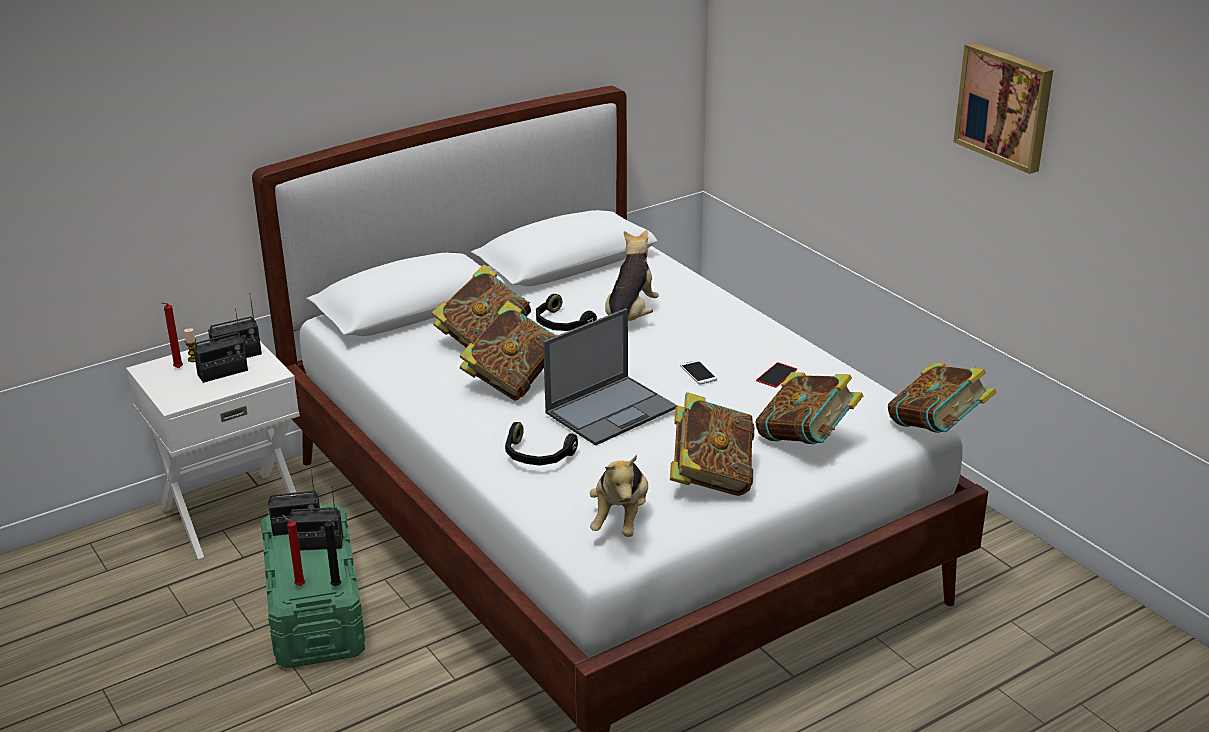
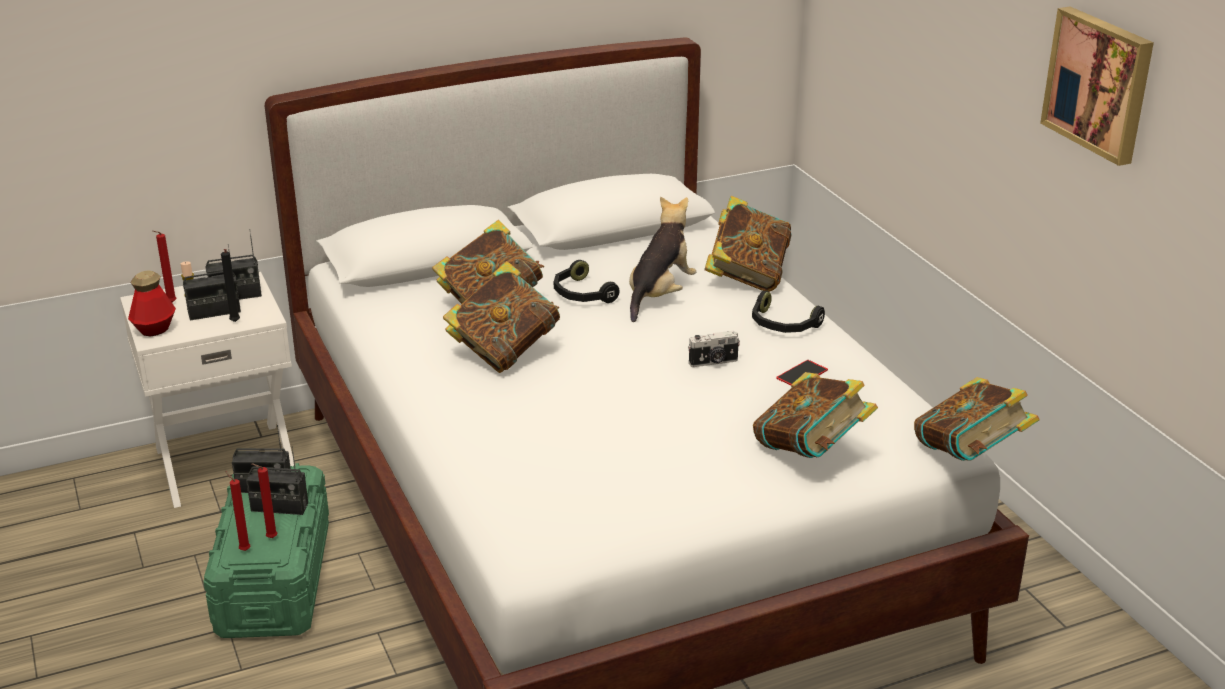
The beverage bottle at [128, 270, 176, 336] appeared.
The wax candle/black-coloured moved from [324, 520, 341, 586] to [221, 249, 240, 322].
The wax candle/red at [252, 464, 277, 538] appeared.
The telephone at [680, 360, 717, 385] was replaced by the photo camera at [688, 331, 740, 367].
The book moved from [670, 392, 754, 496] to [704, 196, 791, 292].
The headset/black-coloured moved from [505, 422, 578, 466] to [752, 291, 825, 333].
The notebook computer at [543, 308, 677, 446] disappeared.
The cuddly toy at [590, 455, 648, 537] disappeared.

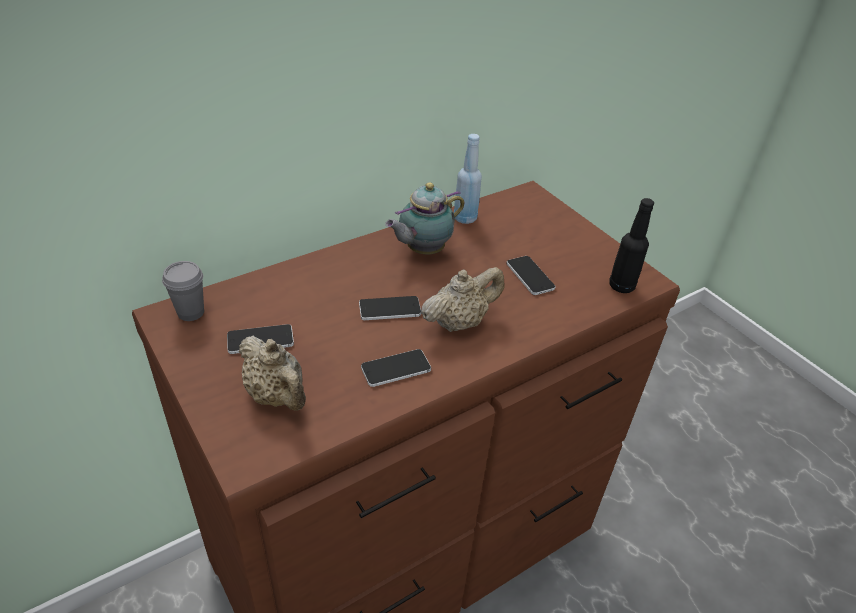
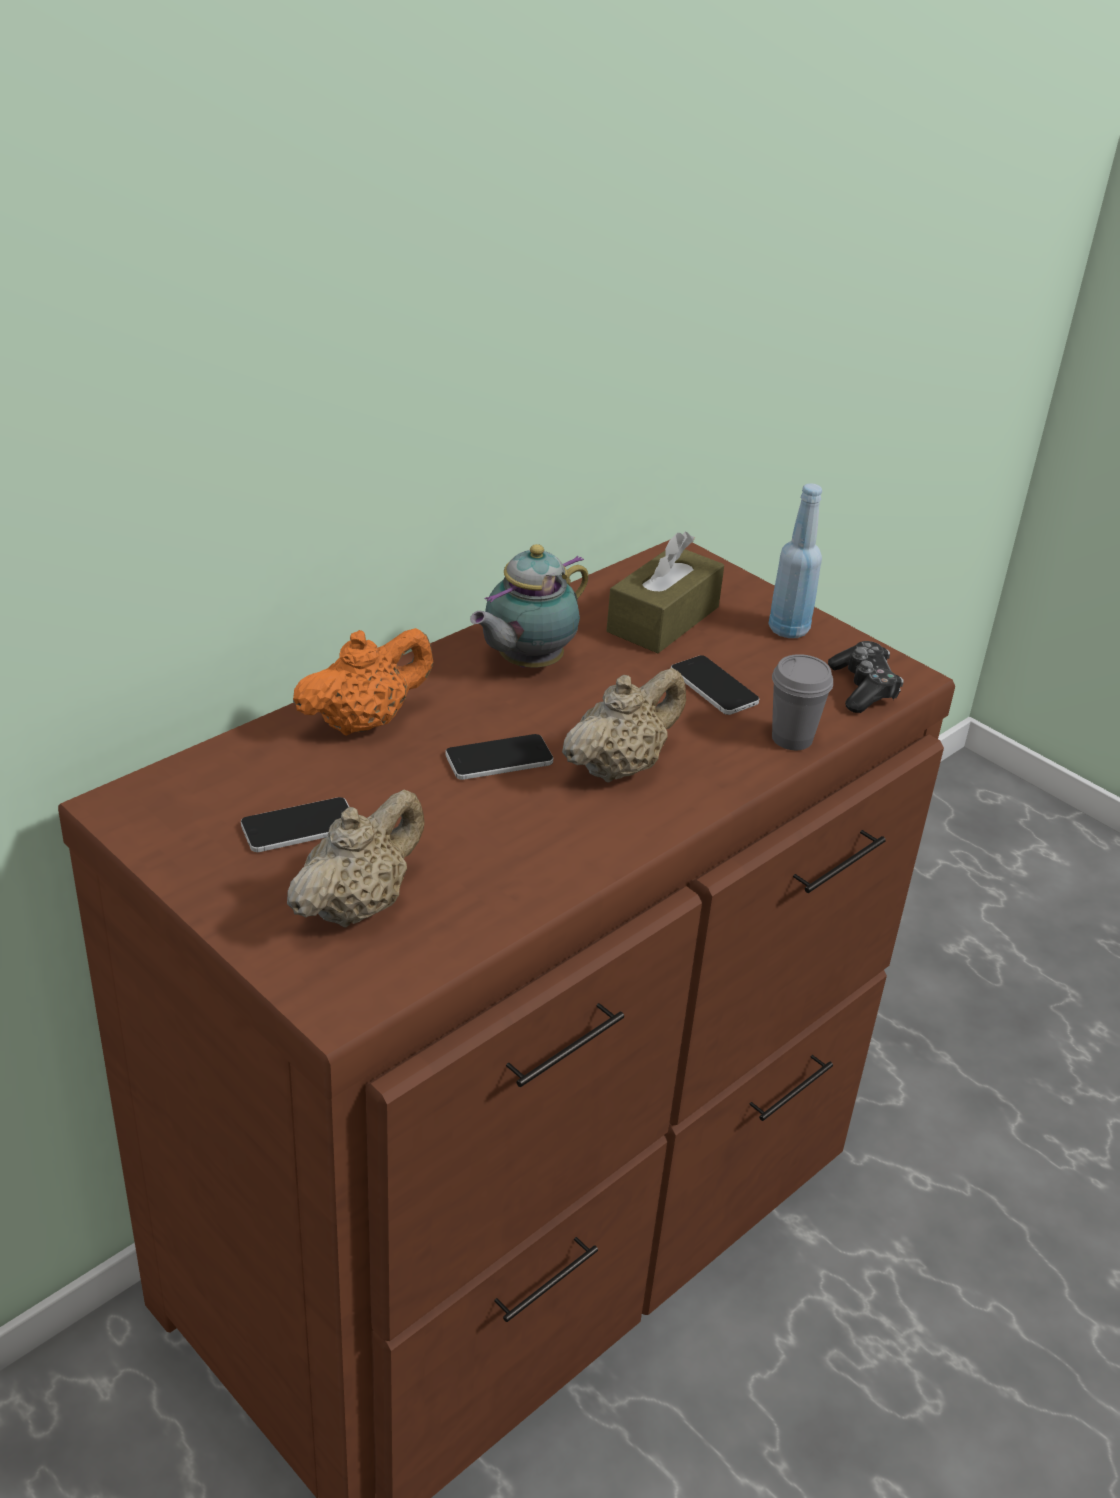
The teapot/beige at [238, 336, 306, 411] turned 90 degrees counterclockwise.
The teapot/orange-coloured at [293, 628, 433, 736] appeared.
The tissue holder/brown-coloured at [607, 532, 724, 653] appeared.
The beverage bottle/bluish moved from [454, 134, 482, 224] to [768, 483, 822, 638].
The small cup/greyish moved from [162, 261, 204, 321] to [772, 654, 833, 750].
The beverage bottle/black-coloured at [609, 198, 654, 293] was replaced by the gamepad at [828, 641, 903, 713].
The telephone at [361, 349, 431, 387] disappeared.

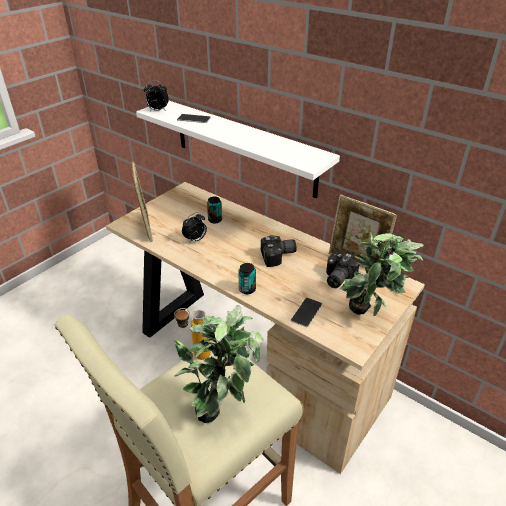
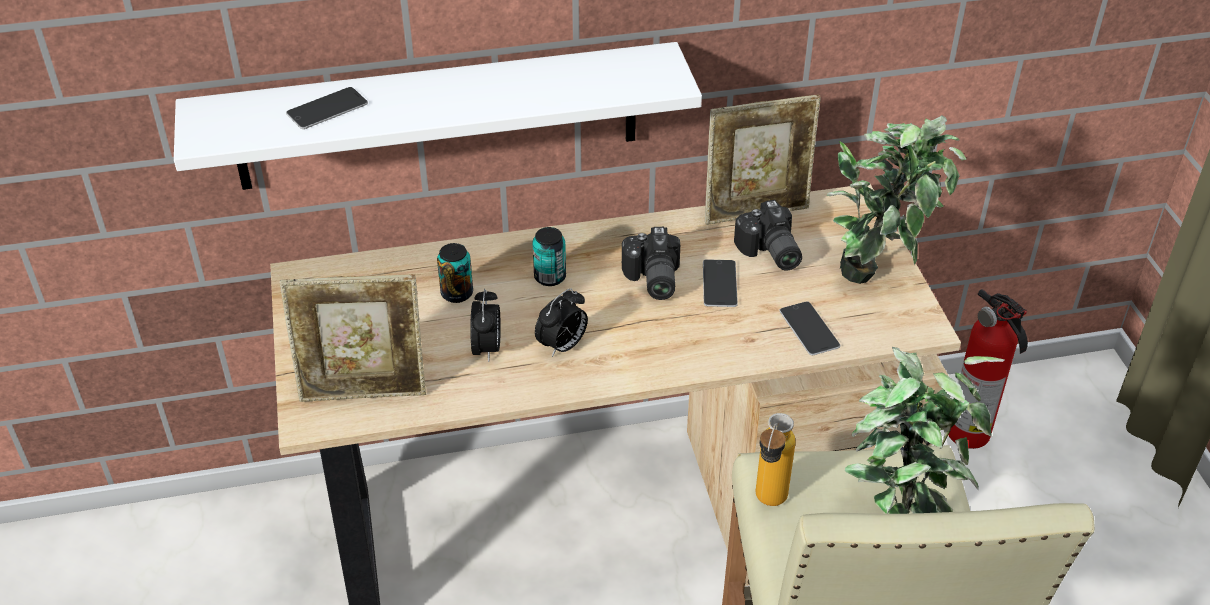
The photo frame at [132, 162, 153, 242] turned 150 degrees clockwise.
The can moved from [238, 263, 256, 294] to [532, 227, 566, 286].
The table clock moved from [143, 80, 169, 111] to [535, 288, 588, 357].
The photo camera at [261, 236, 297, 267] turned 150 degrees clockwise.
The telephone at [703, 259, 738, 307] appeared.
The extinguisher at [948, 289, 1028, 449] appeared.

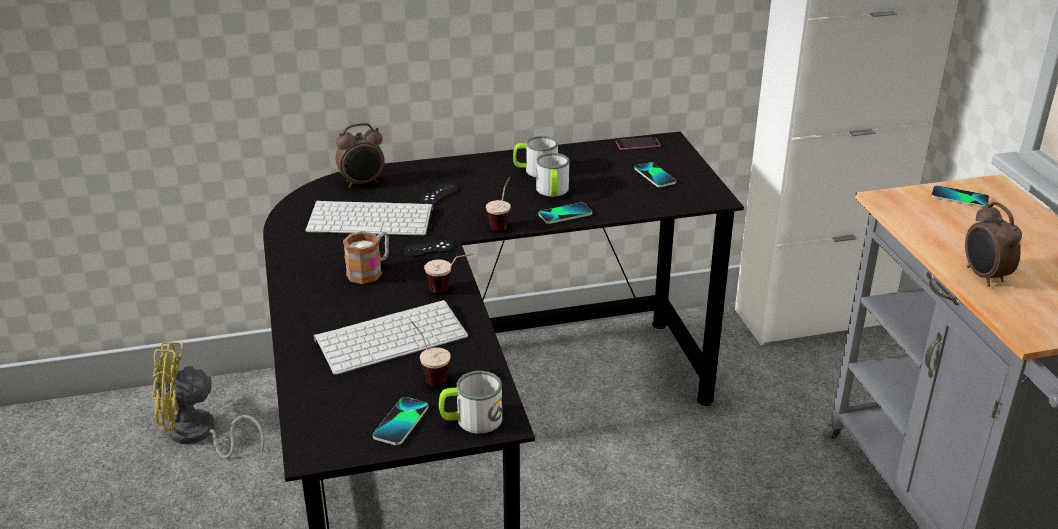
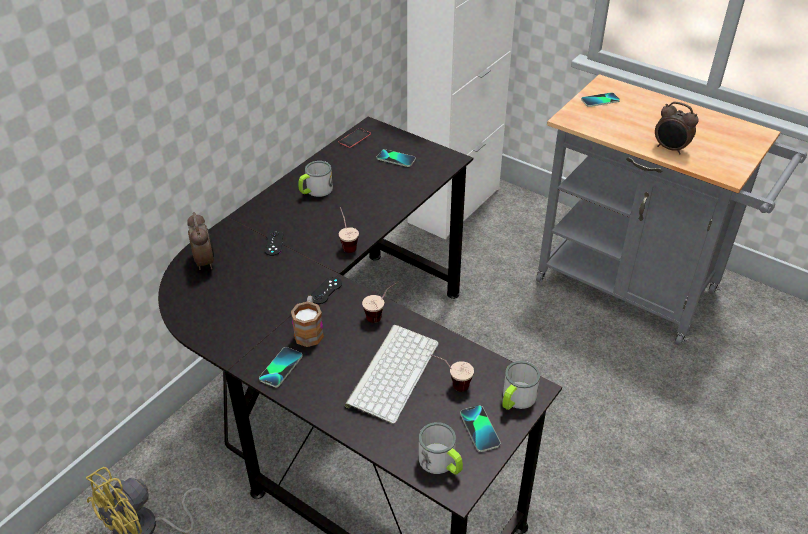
The table clock at [336, 123, 385, 188] turned 45 degrees counterclockwise.
The telephone moved from [539, 202, 592, 224] to [259, 347, 302, 388].
The coffee mug moved from [536, 153, 569, 197] to [419, 422, 463, 475].
The keyboard at [305, 200, 433, 235] disappeared.

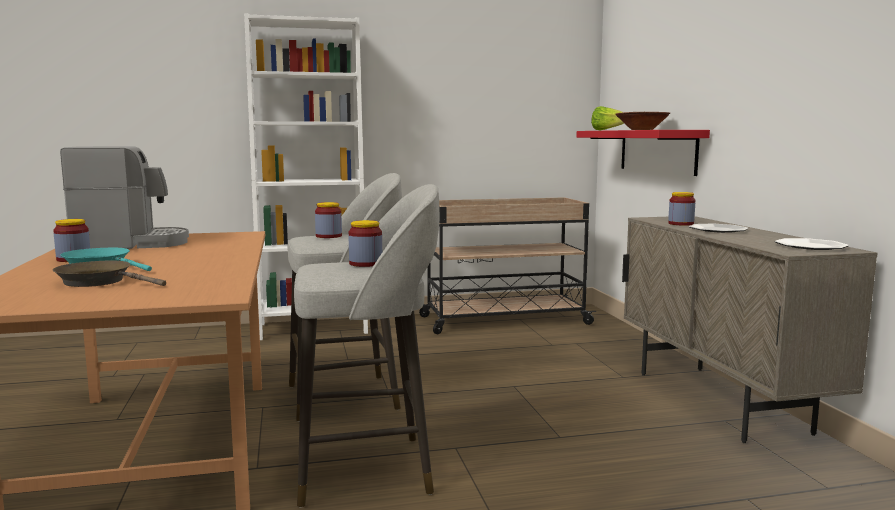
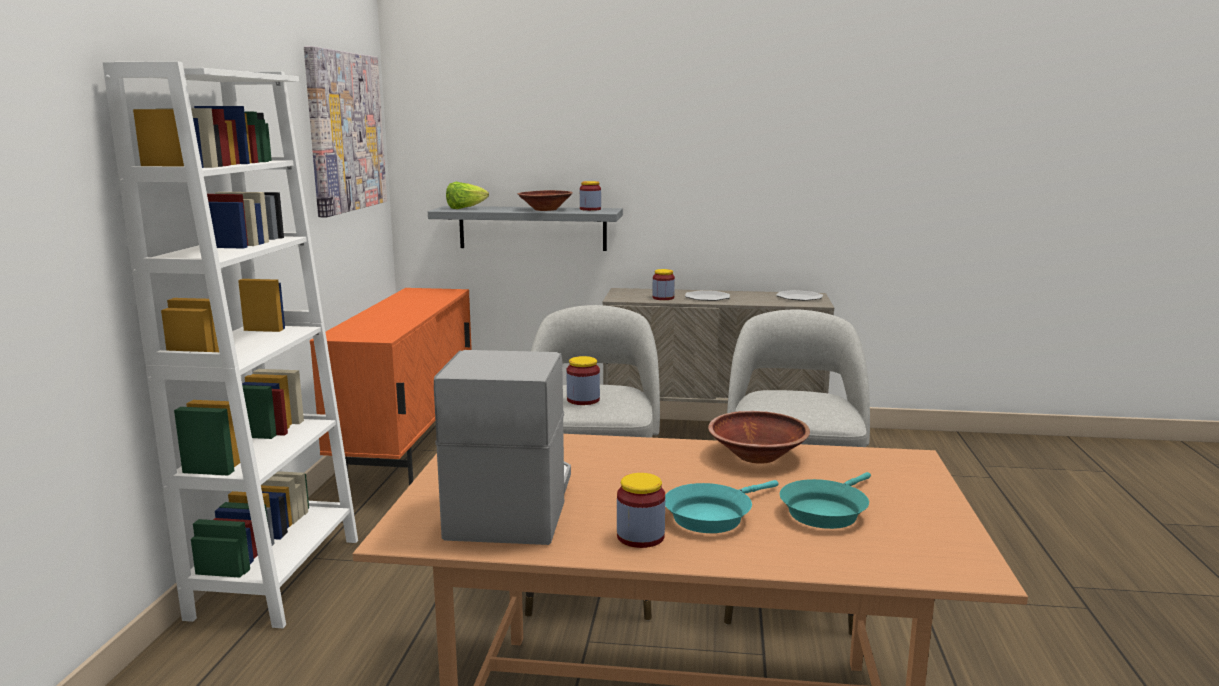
The wall art at [304, 46, 387, 217] appeared.
The trolley/beige at [419, 197, 596, 334] was replaced by the cupboard/orange-coloured at [310, 288, 472, 486].
The wall shelf/red at [576, 130, 710, 176] became the wall shelf/greyish at [428, 206, 623, 251].
The preserve jar moved from [348, 220, 382, 267] to [580, 181, 601, 211].
The deep dish/brown-coloured at [708, 411, 810, 464] appeared.
The pan/brown-coloured at [53, 261, 166, 287] became the pan/turquoise-coloured at [780, 472, 871, 529].

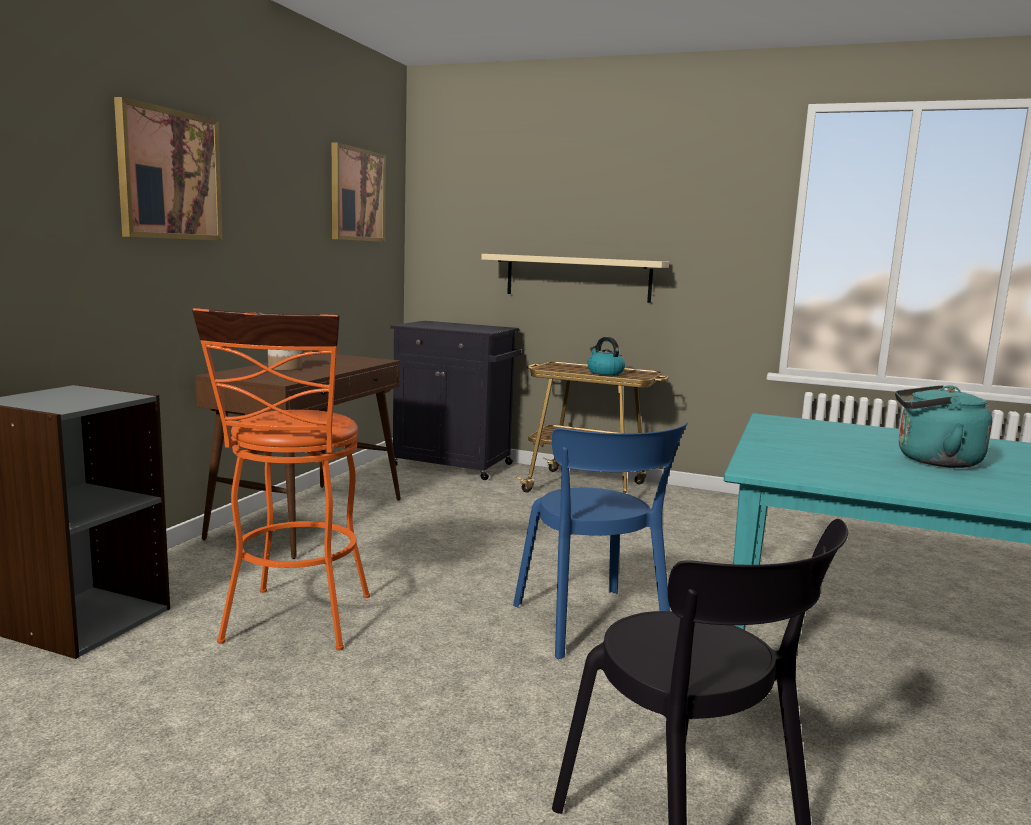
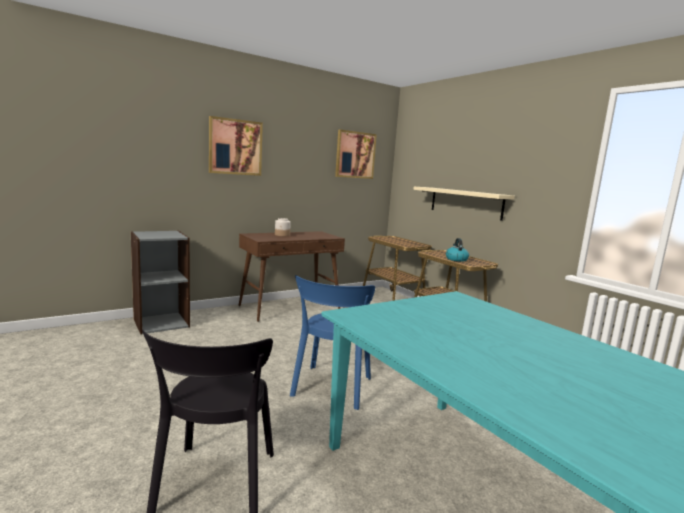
The cupboard/black-coloured at [391, 321, 522, 480] was replaced by the trolley at [363, 236, 432, 301].
The stool seat/orange-coloured at [192, 308, 370, 650] disappeared.
The water kettle/turquoise-coloured at [895, 385, 992, 468] disappeared.

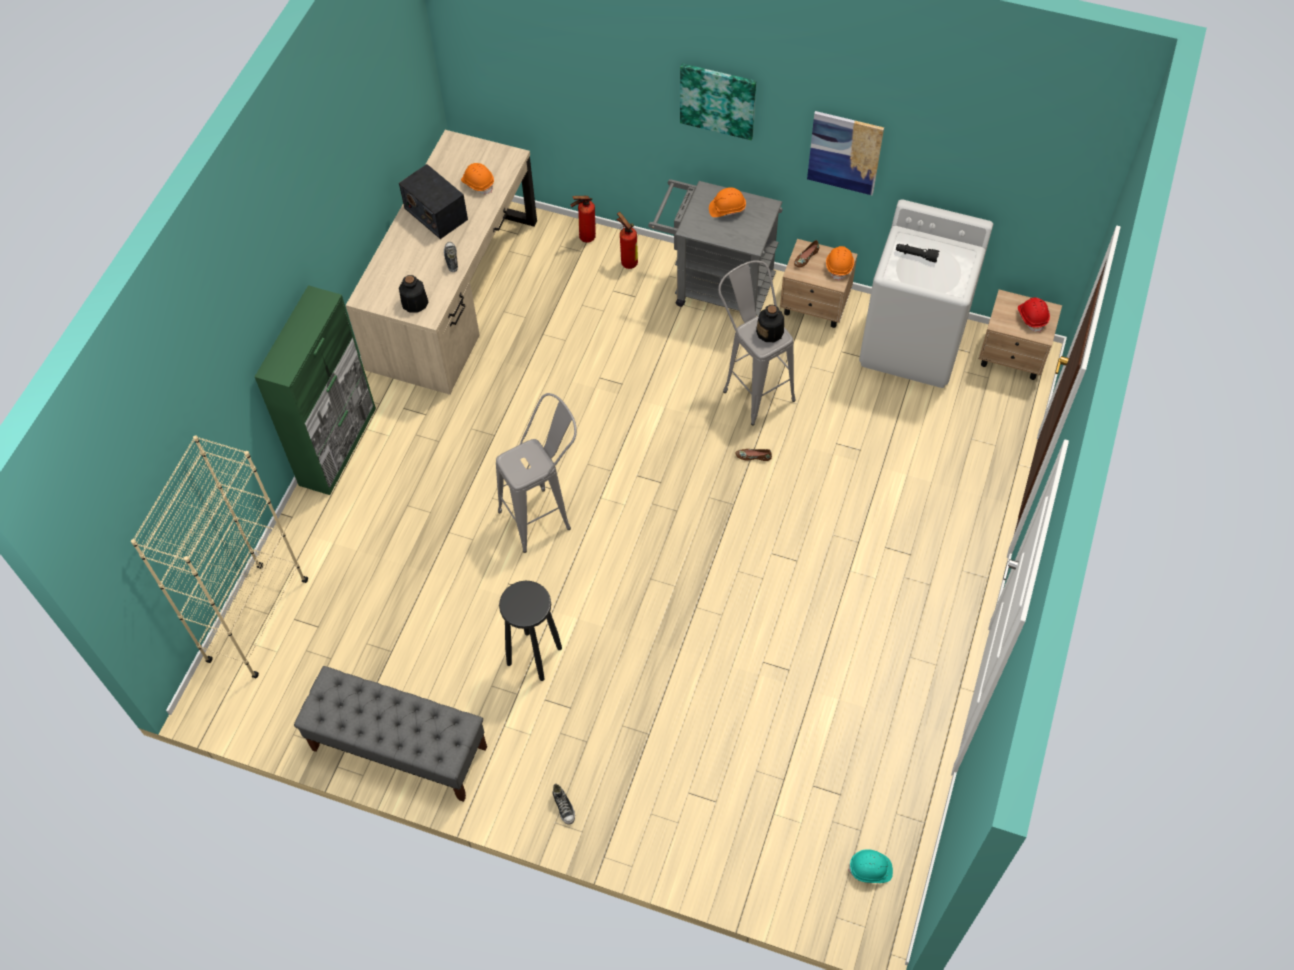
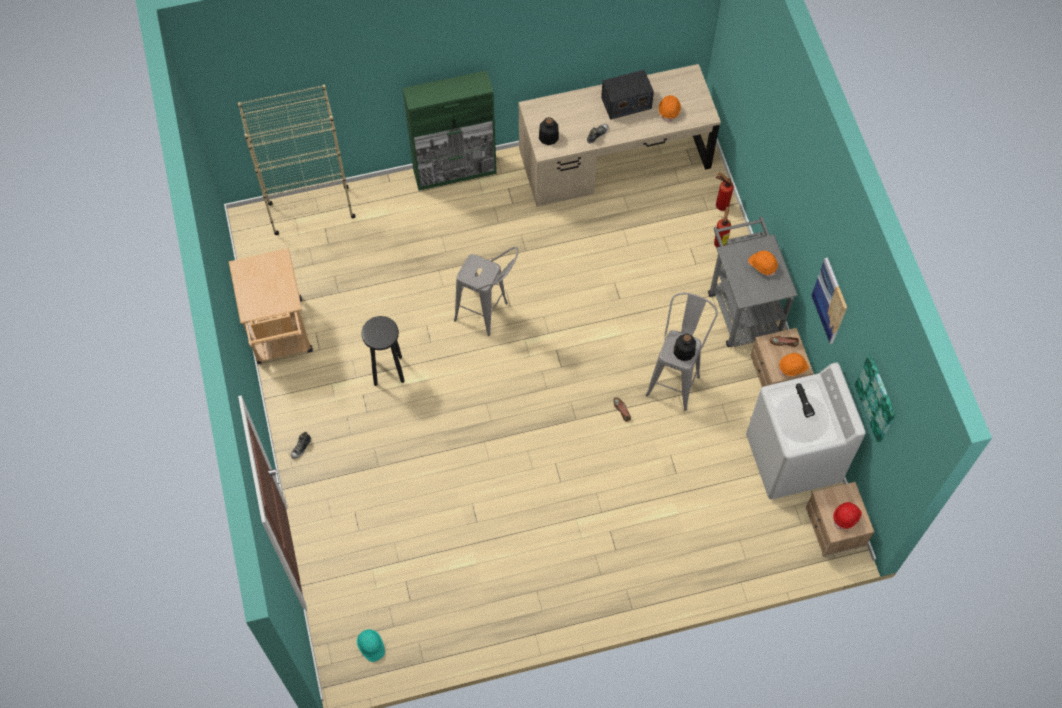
The long seat/greyish at [294, 666, 487, 802] was replaced by the trolley/beige at [229, 248, 313, 364].
The radio receiver at [399, 164, 468, 239] turned 120 degrees counterclockwise.
The wall art moved from [680, 64, 756, 140] to [855, 355, 896, 443].

